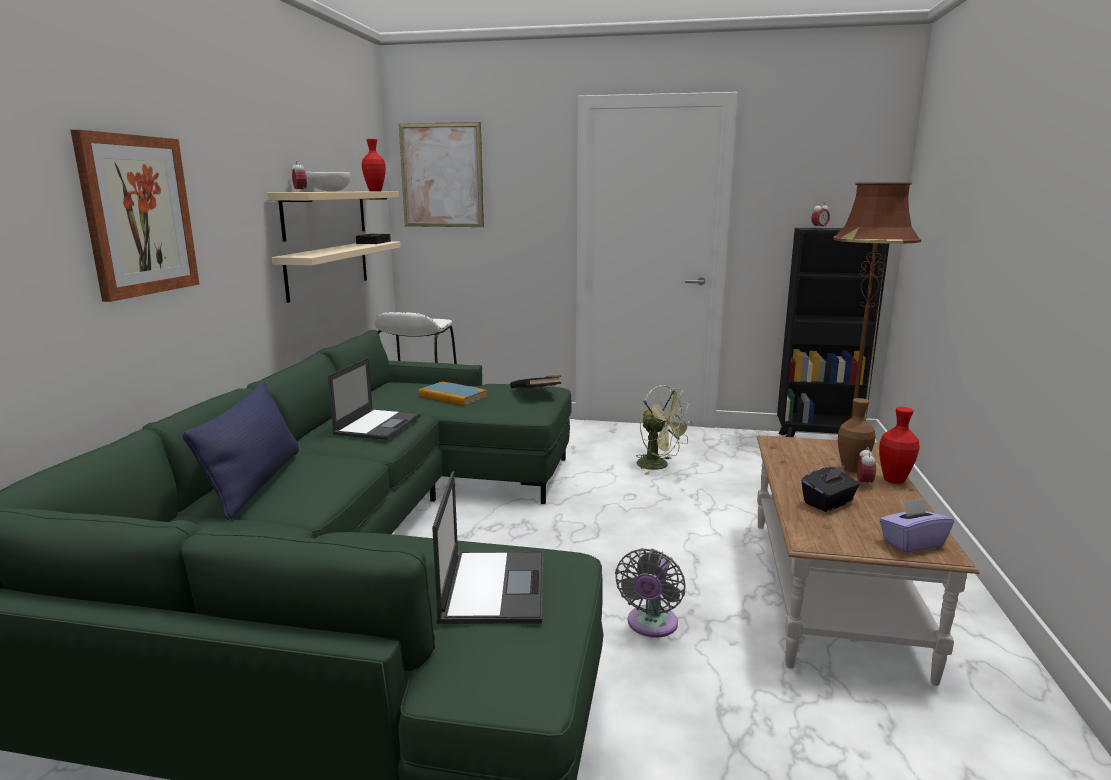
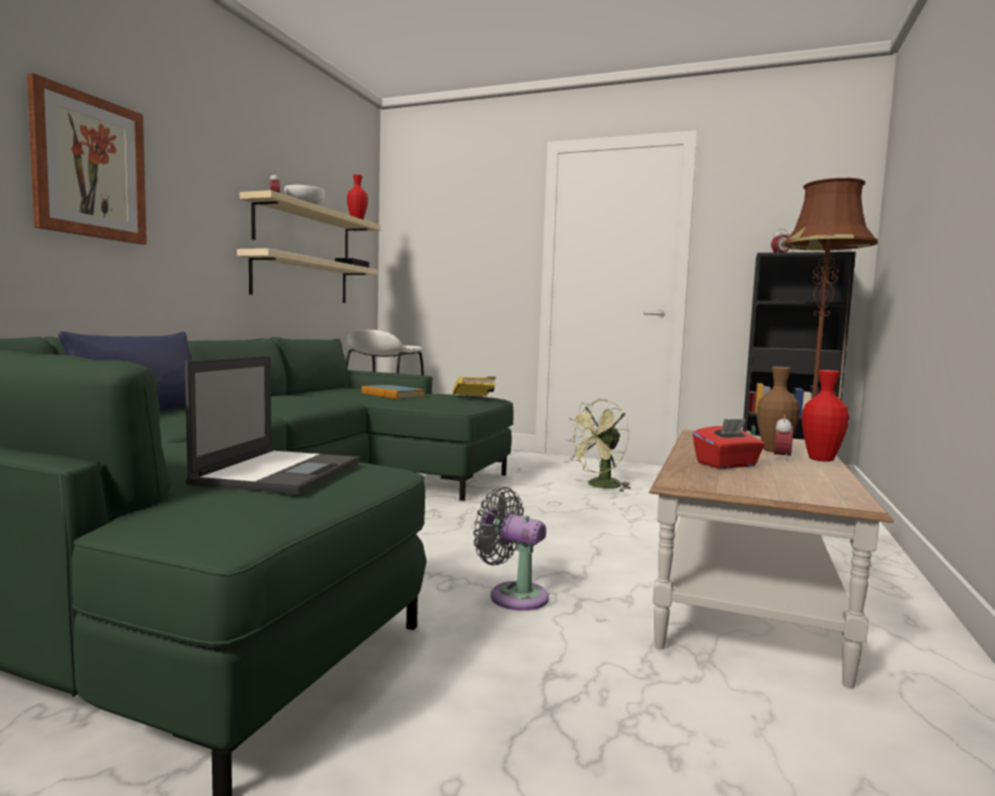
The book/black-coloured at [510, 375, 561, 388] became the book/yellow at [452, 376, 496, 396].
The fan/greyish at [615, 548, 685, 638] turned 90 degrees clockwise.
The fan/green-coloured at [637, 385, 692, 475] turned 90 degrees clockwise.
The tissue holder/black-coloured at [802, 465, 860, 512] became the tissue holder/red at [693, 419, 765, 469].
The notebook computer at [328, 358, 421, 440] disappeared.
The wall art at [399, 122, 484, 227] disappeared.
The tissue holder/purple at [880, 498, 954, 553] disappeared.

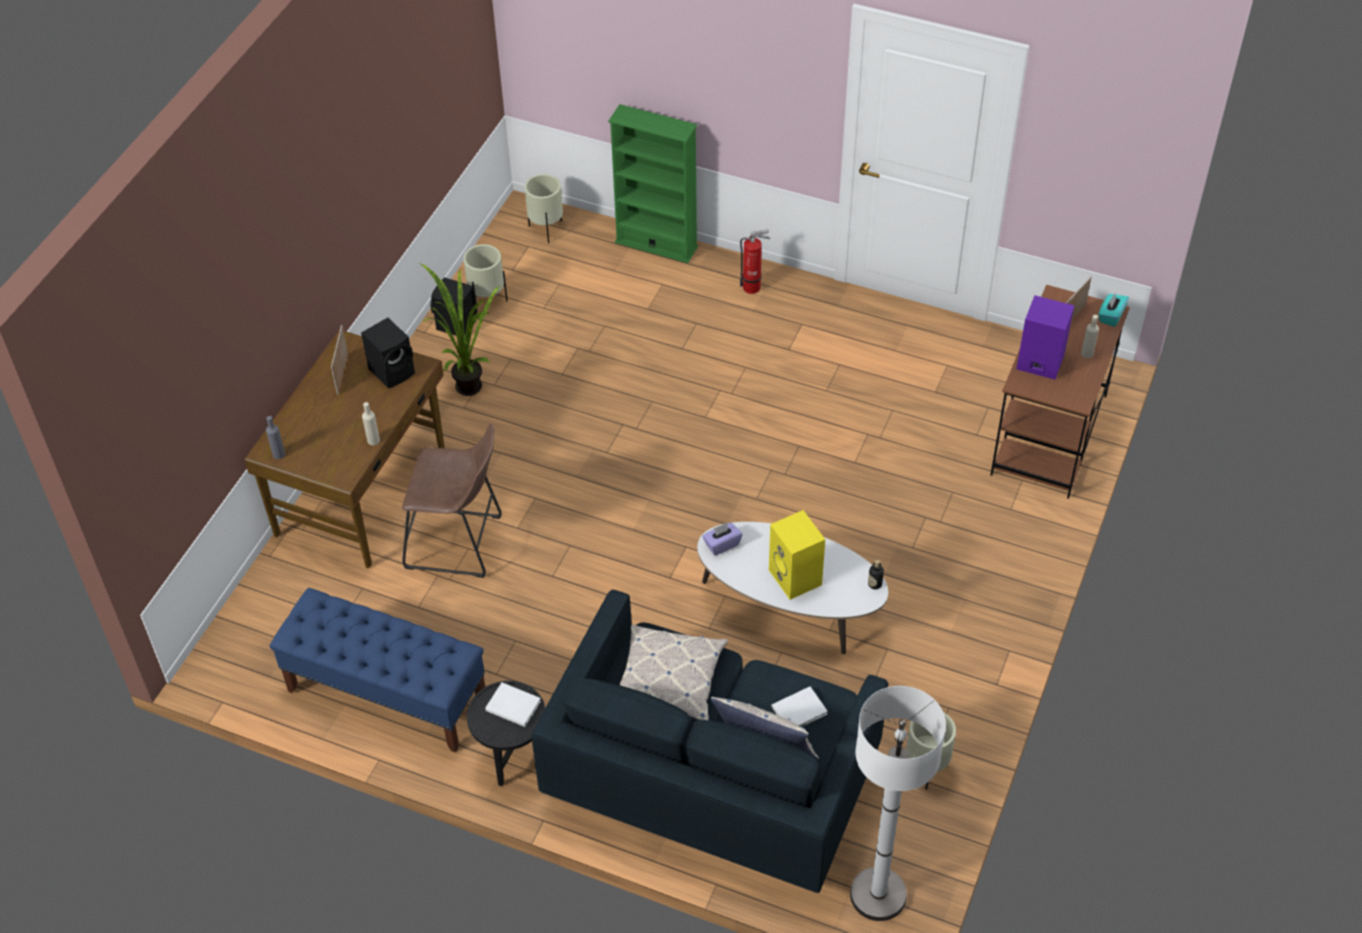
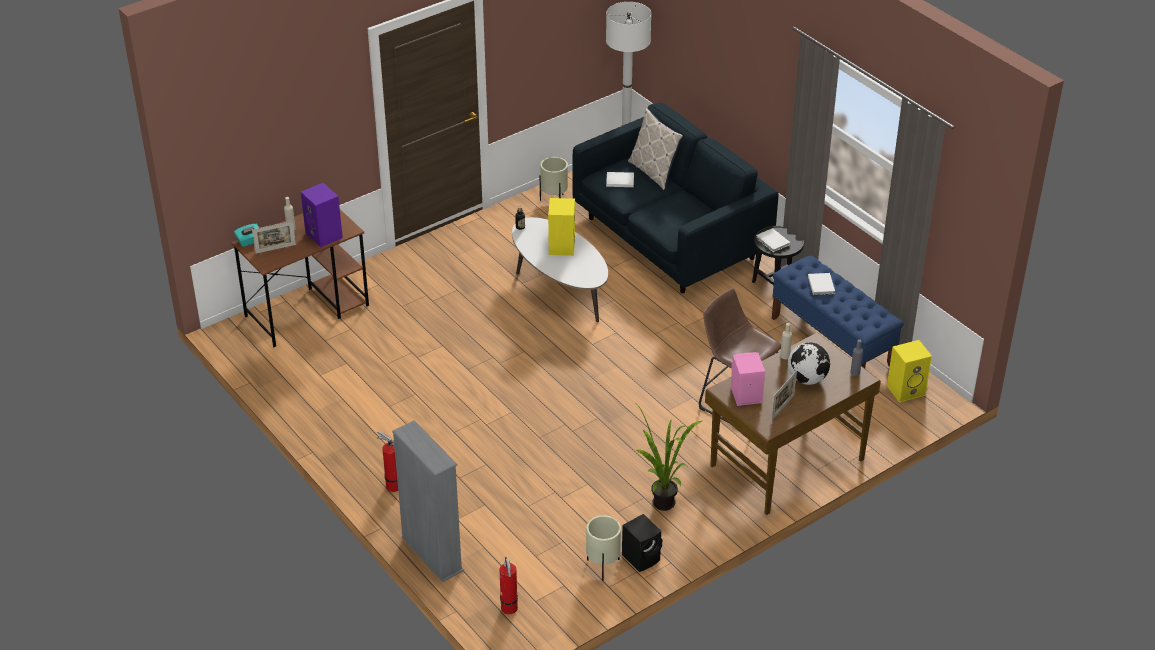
The bookshelf/green-coloured at [608, 104, 698, 263] became the bookshelf/greyish at [392, 421, 464, 582].
The planter/beige at [525, 174, 563, 243] was replaced by the extinguisher at [499, 557, 518, 614].
The speaker/black-coloured at [361, 318, 415, 389] became the speaker/pink-coloured at [731, 352, 765, 406].
The globe at [788, 342, 830, 385] appeared.
The book/whitish at [808, 273, 835, 295] appeared.
The speaker/yellow at [887, 340, 932, 403] appeared.
The pillow at [620, 624, 728, 720] disappeared.
The tissue holder/purple at [702, 523, 742, 555] disappeared.

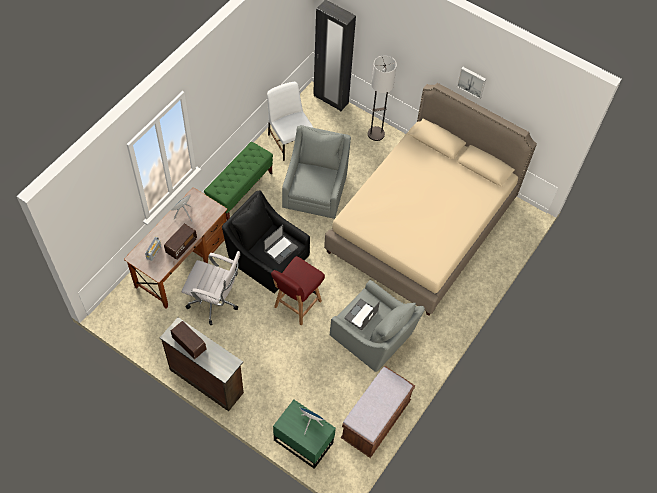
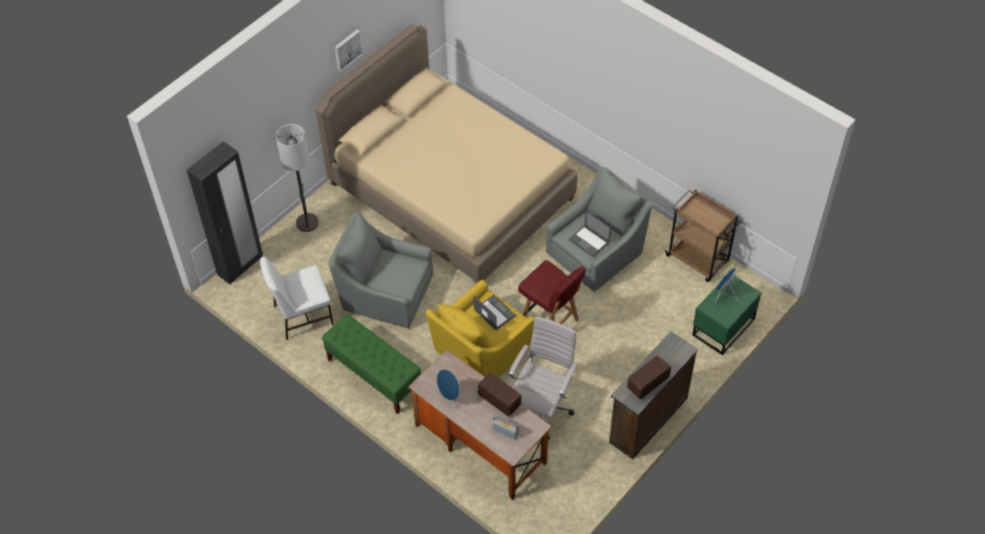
The lounge chair/black-coloured at [222, 190, 310, 294] became the lounge chair/yellow at [426, 280, 535, 378].
The long seat/brown-coloured at [341, 366, 415, 458] was replaced by the trolley/brown-coloured at [665, 189, 741, 282].

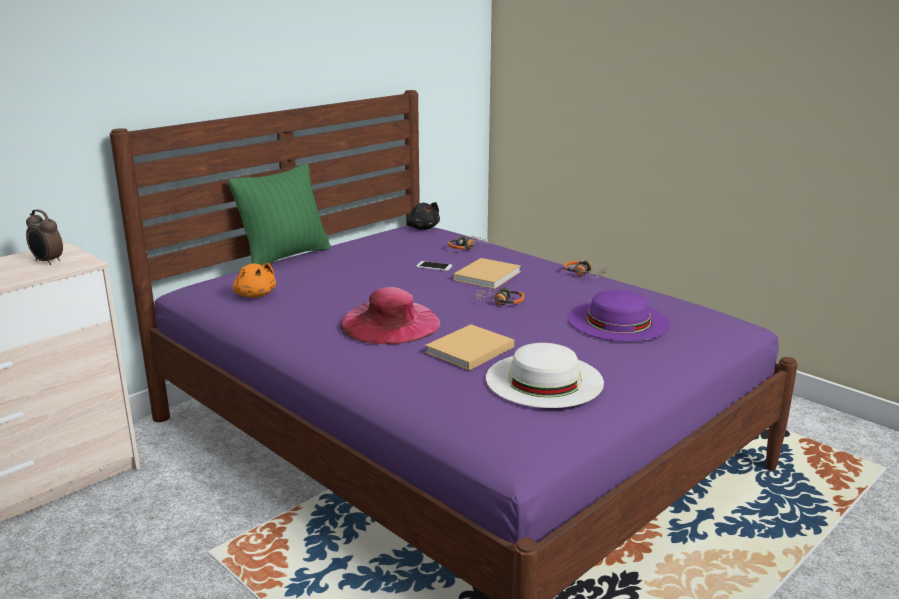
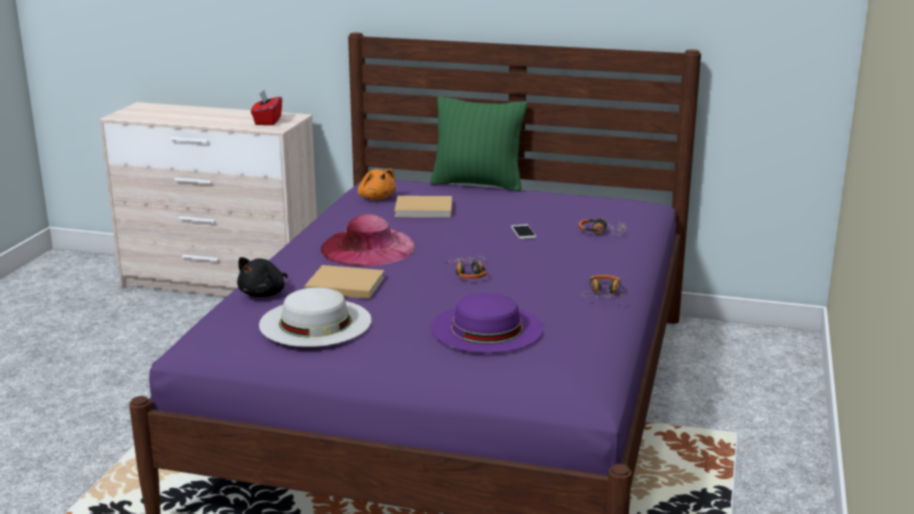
The cuddly toy/black-coloured moved from [406, 202, 440, 230] to [237, 257, 288, 297].
The table clock at [26, 209, 63, 265] was replaced by the tissue holder/red at [251, 90, 282, 125].
The cuddly toy/orange-coloured at [233, 263, 276, 298] turned 60 degrees counterclockwise.
The book/beige moved from [453, 258, 521, 289] to [394, 196, 452, 218].

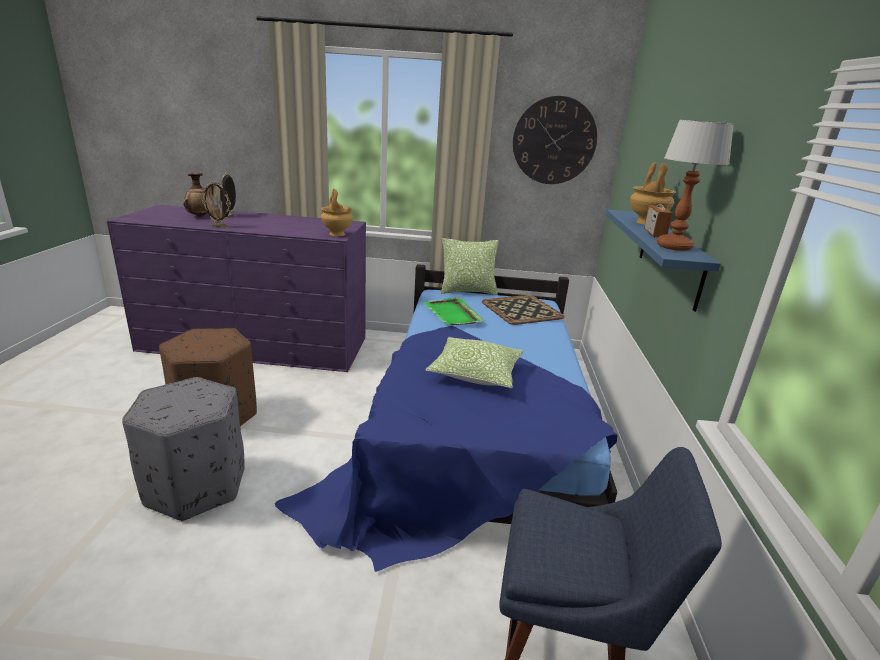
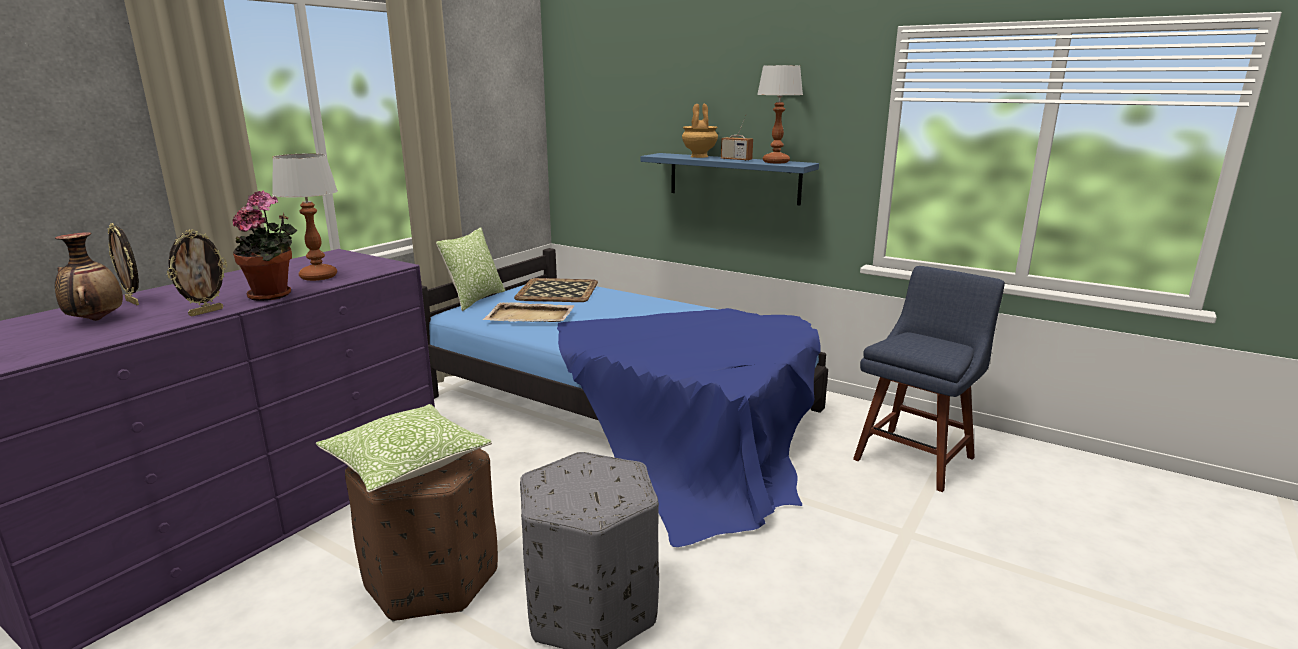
The plant in a pot at [232, 191, 297, 301] appeared.
The lamp for a table at [272, 153, 338, 281] appeared.
The pillow moved from [426, 337, 523, 388] to [316, 404, 492, 493].
The serving tray/green-coloured at [423, 297, 485, 325] became the serving tray/beige at [483, 302, 575, 322].
The decorative vase/brown-coloured at [321, 188, 353, 236] disappeared.
The clock on the wall at [513, 96, 597, 184] disappeared.

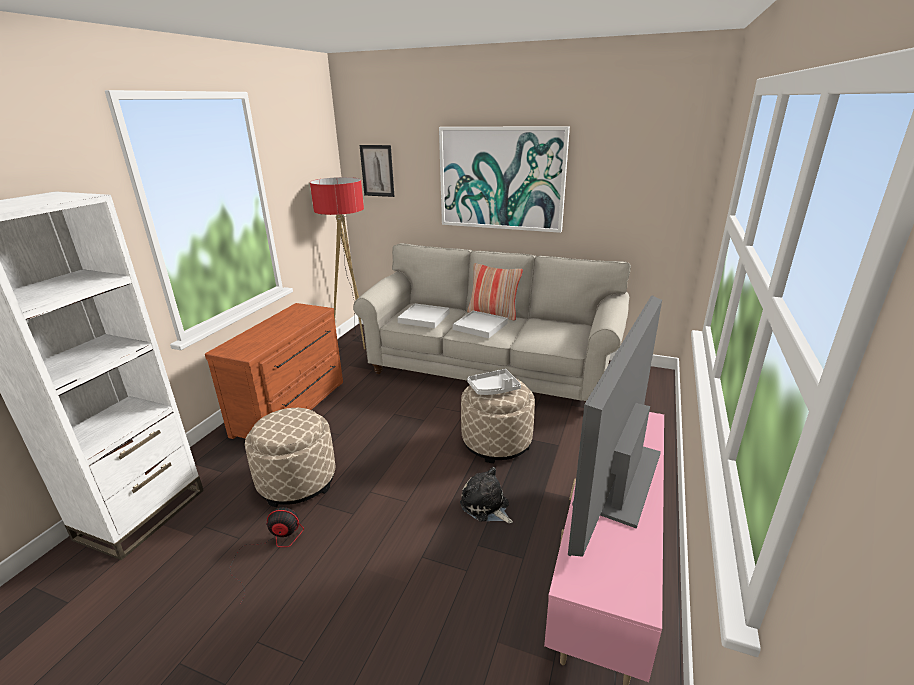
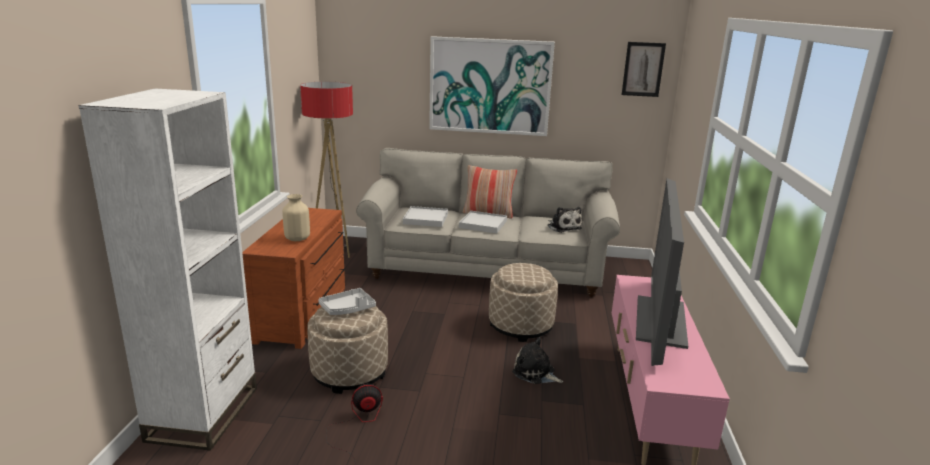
The decorative vase/beige at [282, 194, 310, 241] appeared.
The serving tray/greyish moved from [467, 369, 521, 395] to [318, 288, 376, 315].
The cuddly toy at [547, 207, 582, 233] appeared.
The wall art moved from [360, 145, 394, 197] to [622, 42, 666, 97].

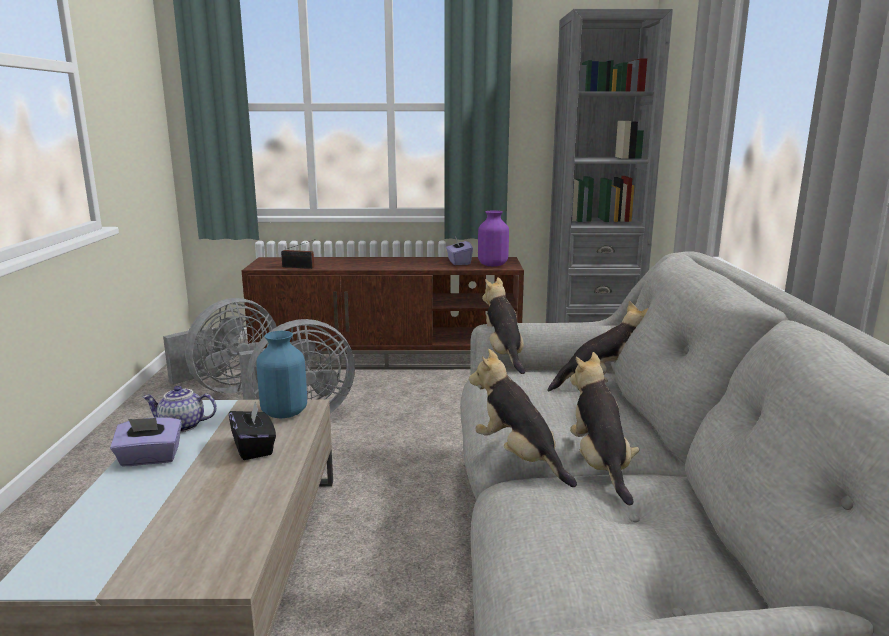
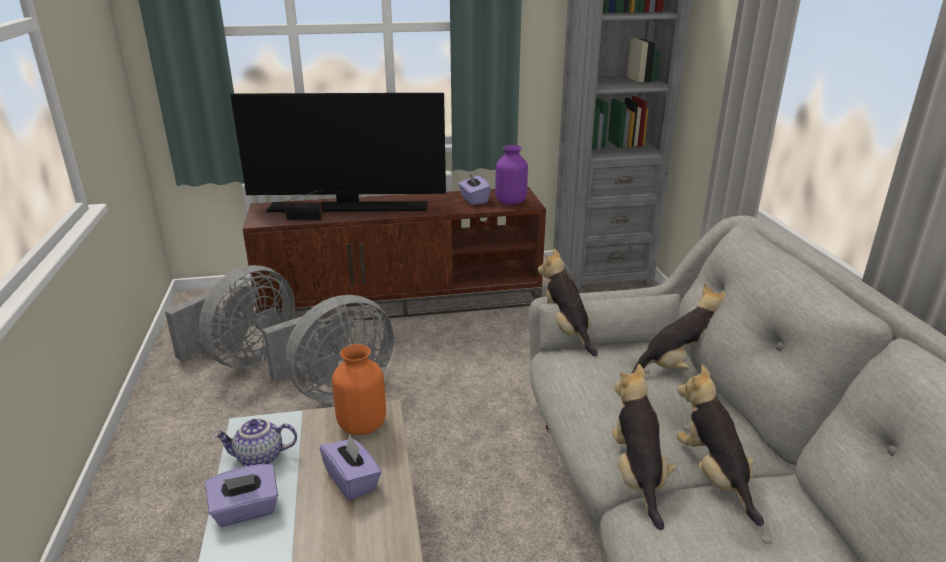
The television at [230, 93, 446, 212] appeared.
The tissue holder/black-coloured at [229, 400, 276, 460] became the tissue holder/purple at [320, 434, 381, 501].
The decorative vase/bluish at [256, 331, 307, 418] became the decorative vase/orange-coloured at [332, 344, 386, 435].
The cuddly toy at [469, 349, 577, 487] turned 45 degrees clockwise.

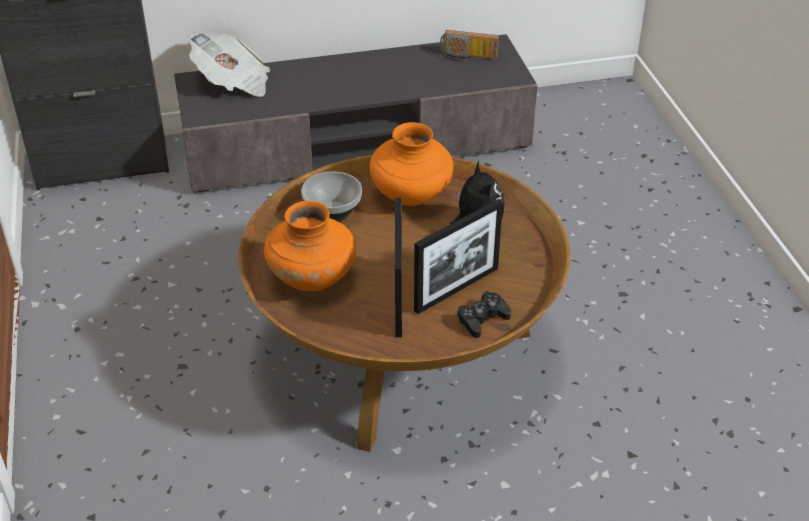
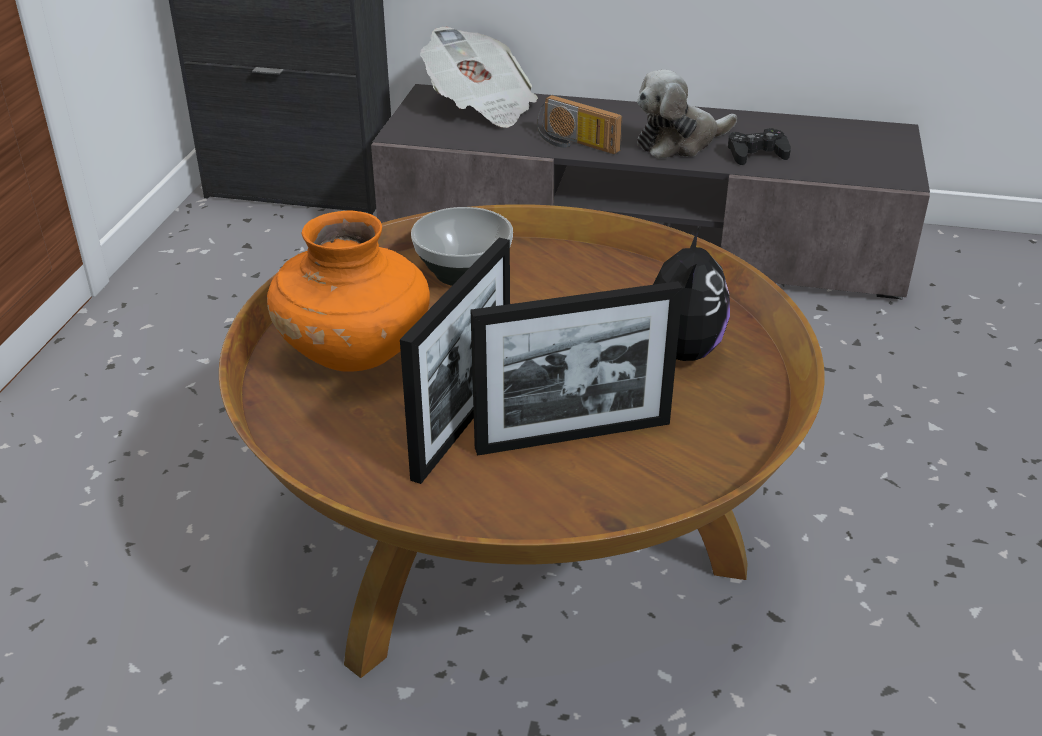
The radio receiver moved from [440, 30, 499, 62] to [537, 95, 622, 154].
The cuddly toy at [637, 70, 737, 159] appeared.
The gamepad/black-coloured moved from [457, 291, 511, 338] to [728, 128, 791, 165].
The decorative vase/orange-coloured at [369, 122, 453, 206] disappeared.

